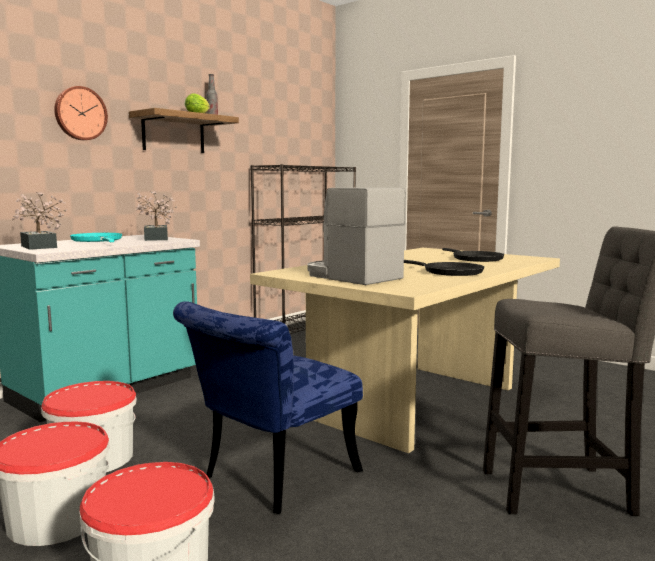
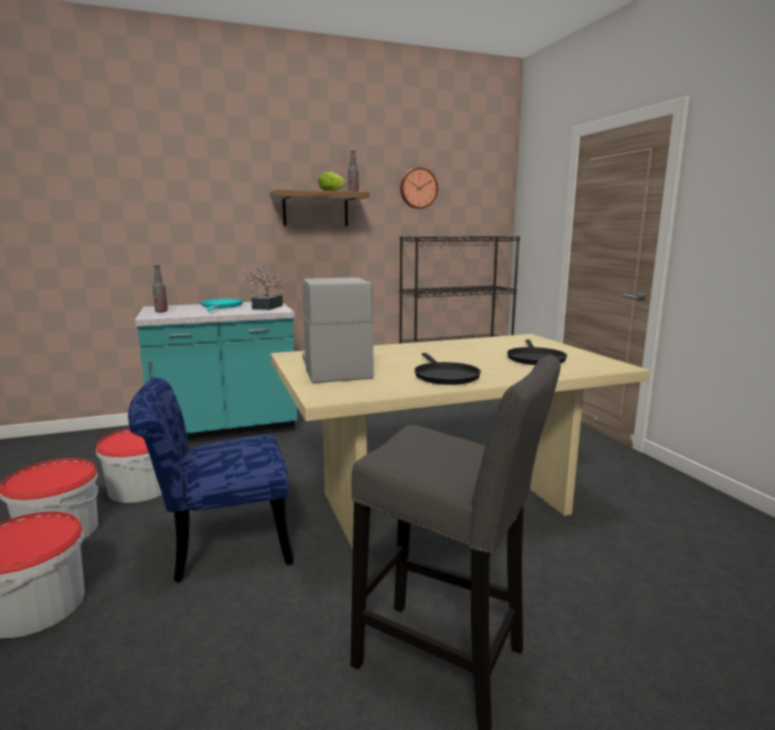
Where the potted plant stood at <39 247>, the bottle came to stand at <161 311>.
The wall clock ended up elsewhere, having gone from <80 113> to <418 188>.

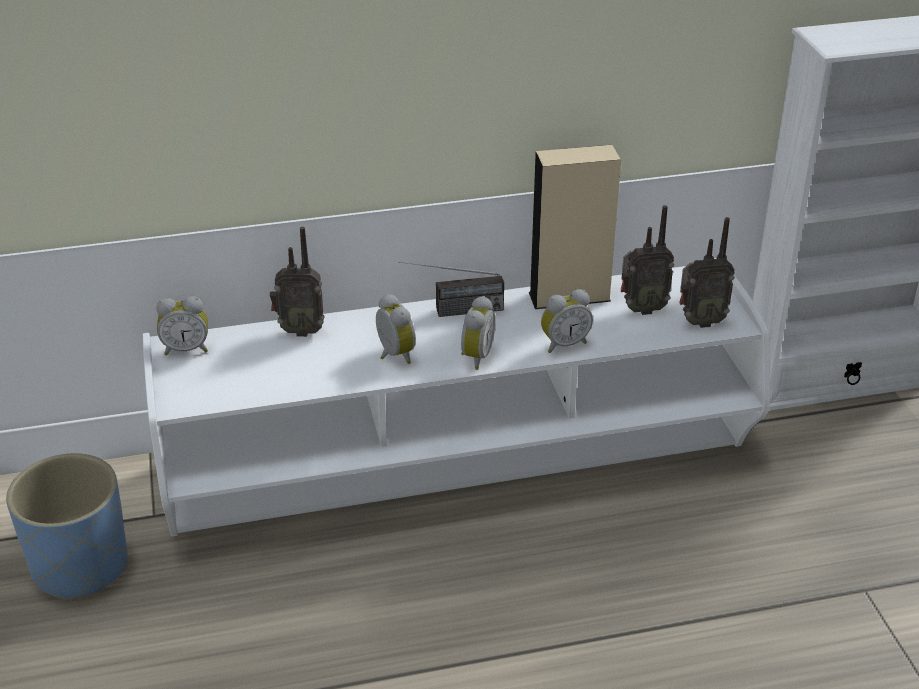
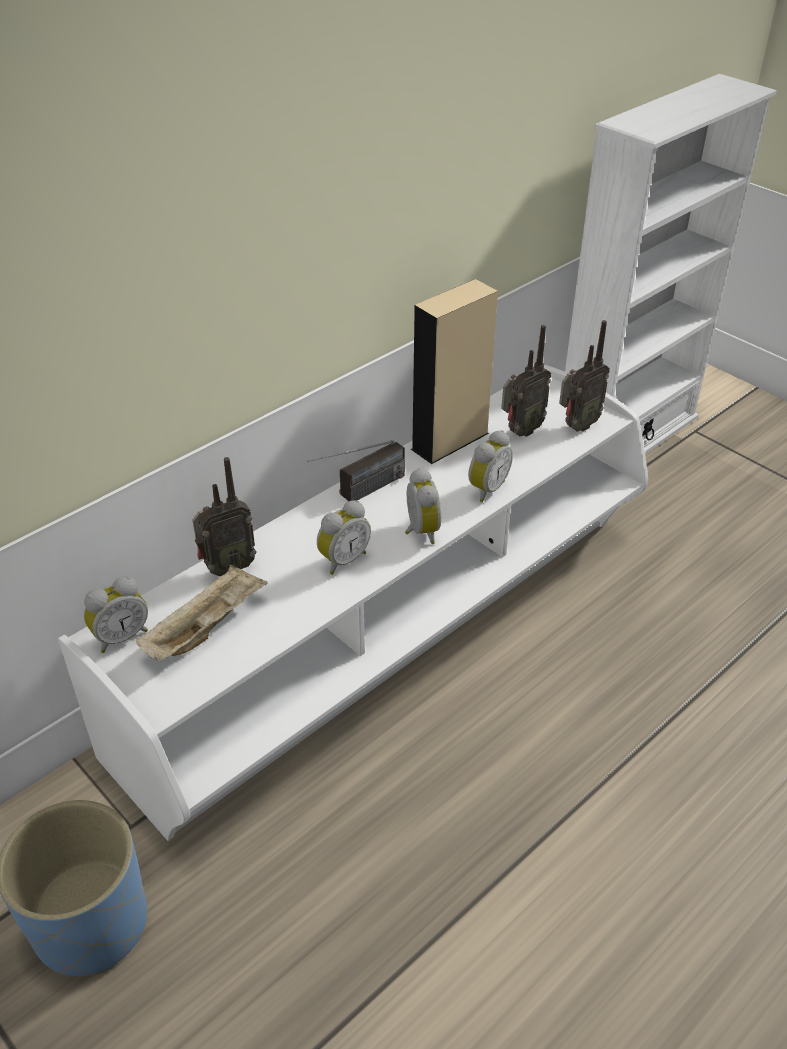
The alarm clock at <393 355> ended up facing another way, 105 degrees clockwise from before.
The second view gained the beige tray at <206 628>.

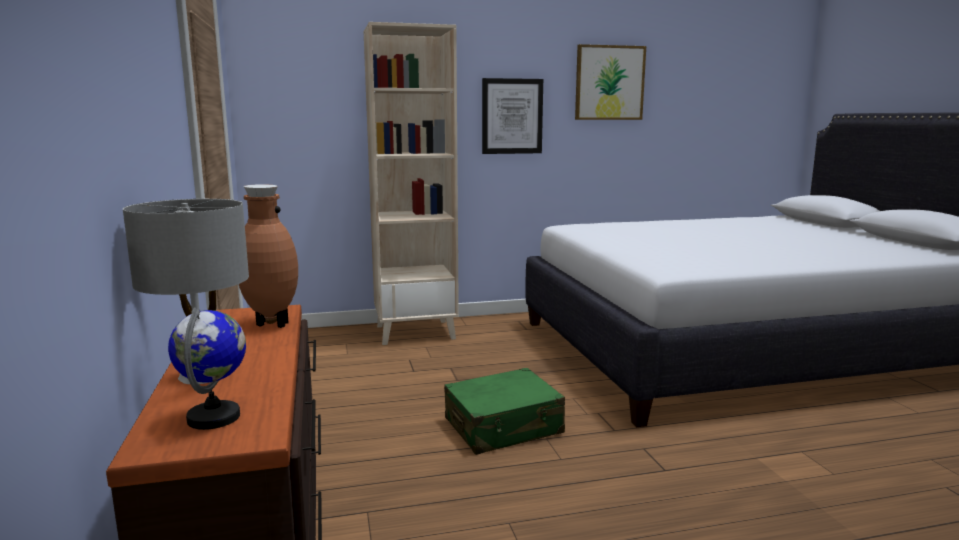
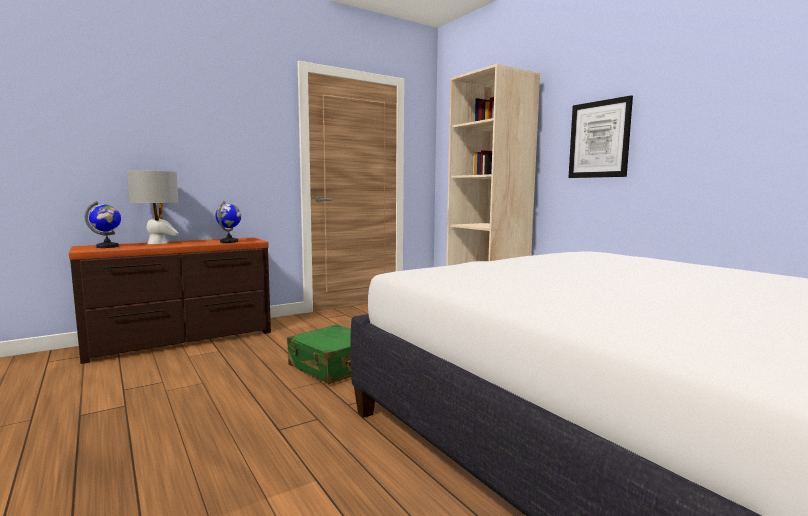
Where the brown vase stood at <270 324>, the globe came to stand at <229 242>.
The second view lost the picture at <609 83>.

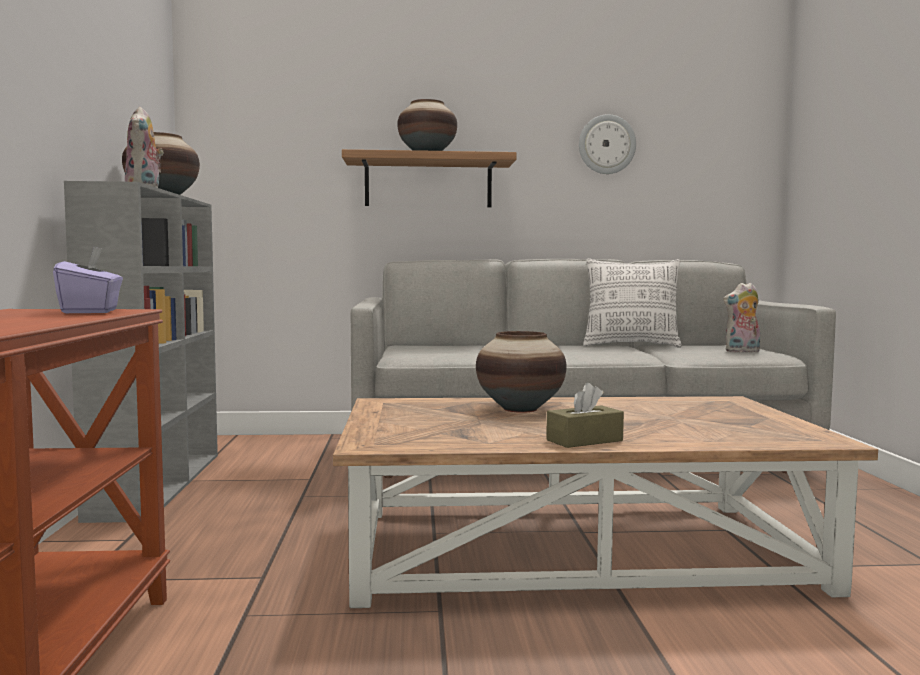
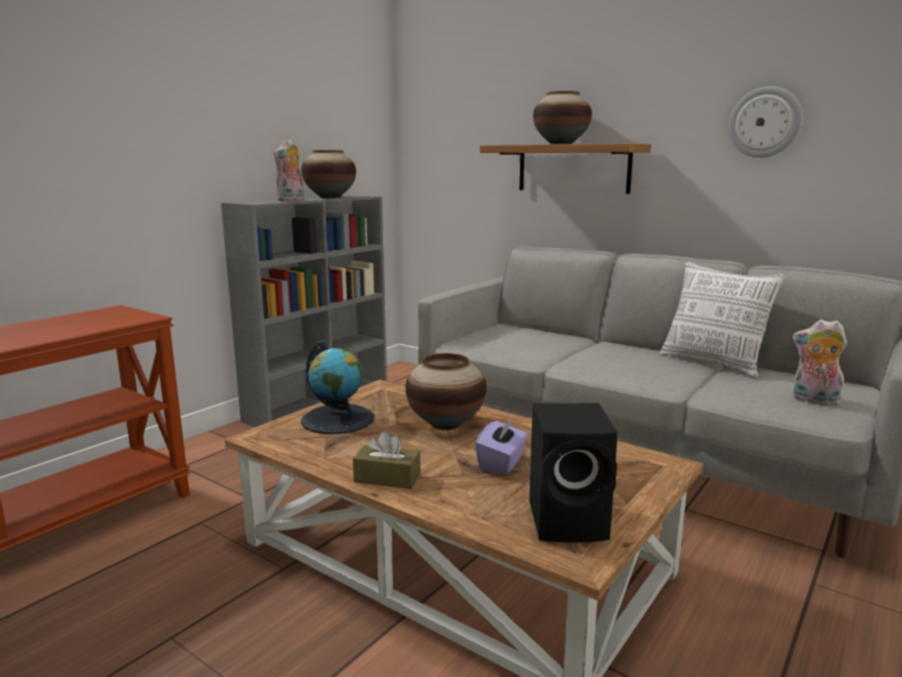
The purple tissue box ended up elsewhere, having gone from <91 311> to <502 463>.
The second view gained the globe at <338 419>.
The second view gained the black speaker at <571 521>.

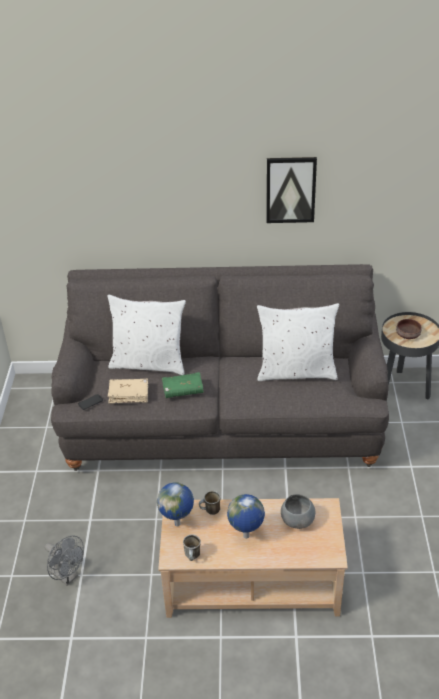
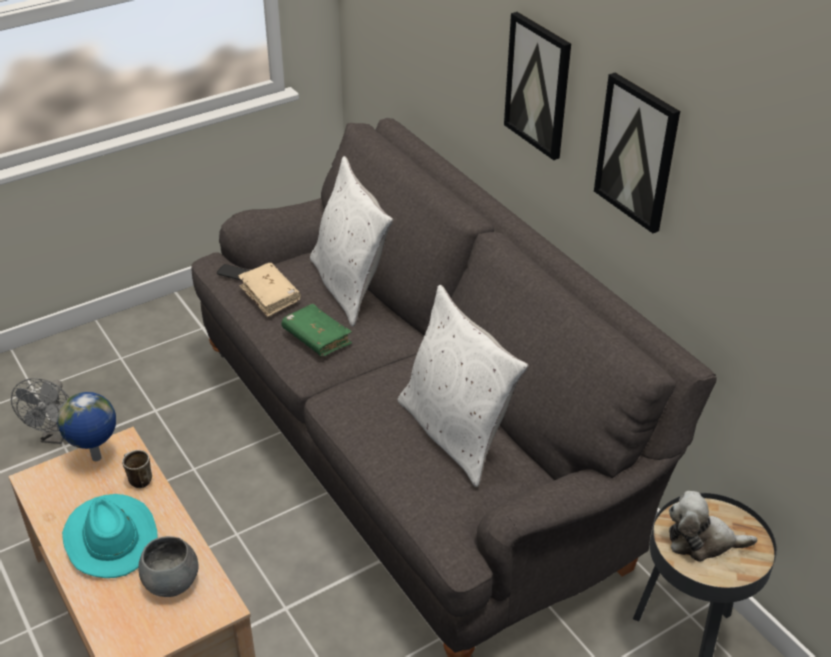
The second view lost the mug at <193 557>.
Where the globe stood at <246 536>, the turquoise hat came to stand at <110 538>.
Where the brown bowl stood at <408 334>, the plush toy came to stand at <702 541>.
The second view gained the picture at <538 85>.

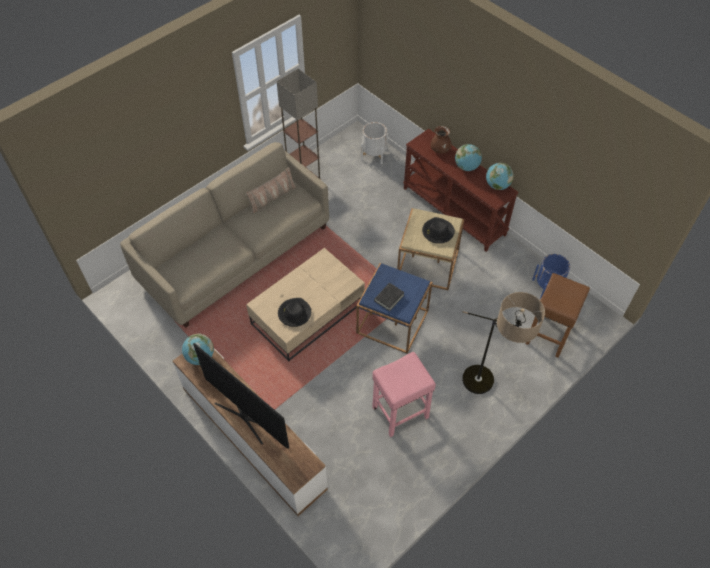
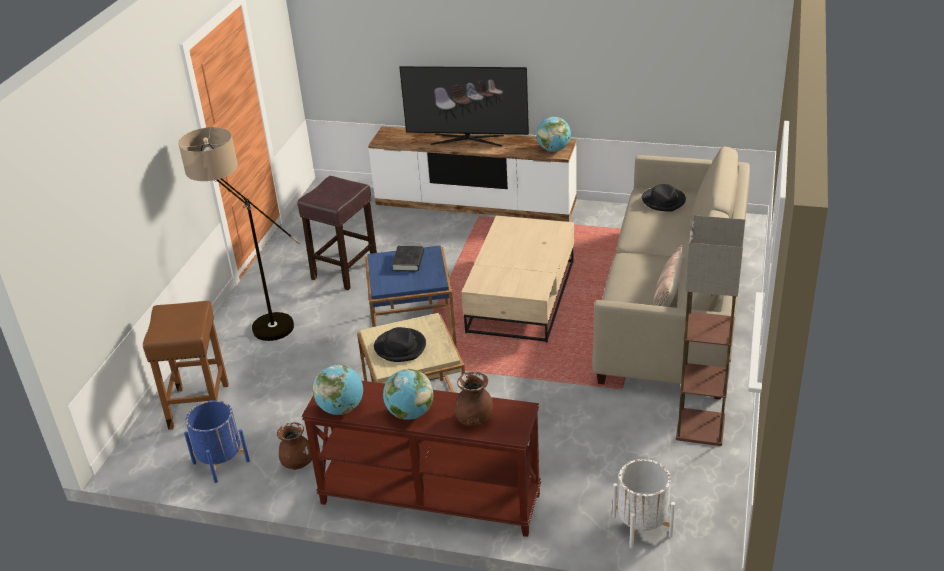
The black hat ended up elsewhere, having gone from <294 313> to <663 201>.
What was the pink stool at <399 413> turned into the brown stool at <345 270>.
The second view gained the brown vase at <298 463>.

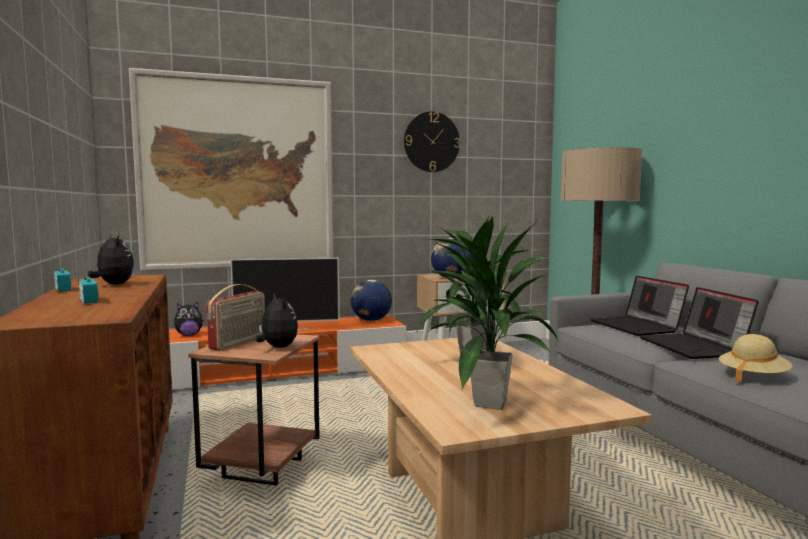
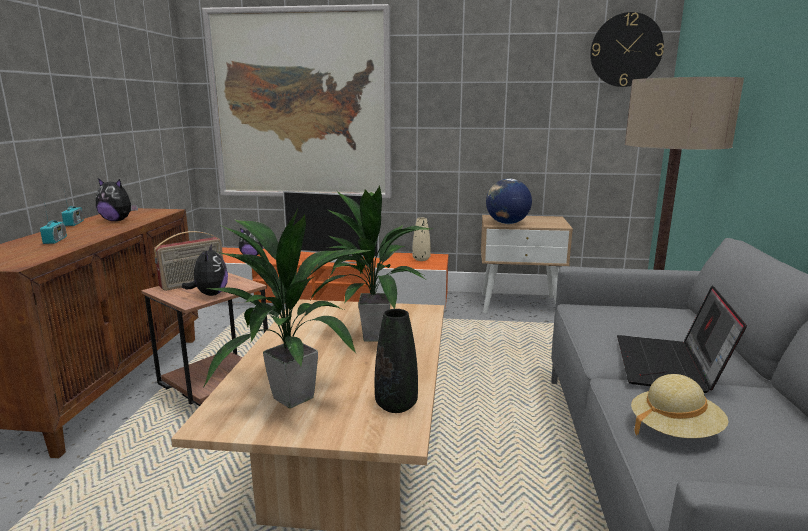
The plush toy at <113 284> ended up facing another way, 120 degrees clockwise from before.
Where the globe stood at <371 320>, the beige vase came to stand at <421 259>.
The wall clock ended up elsewhere, having gone from <431 142> to <626 50>.
The second view lost the laptop at <637 327>.
The second view gained the black vase at <396 405>.

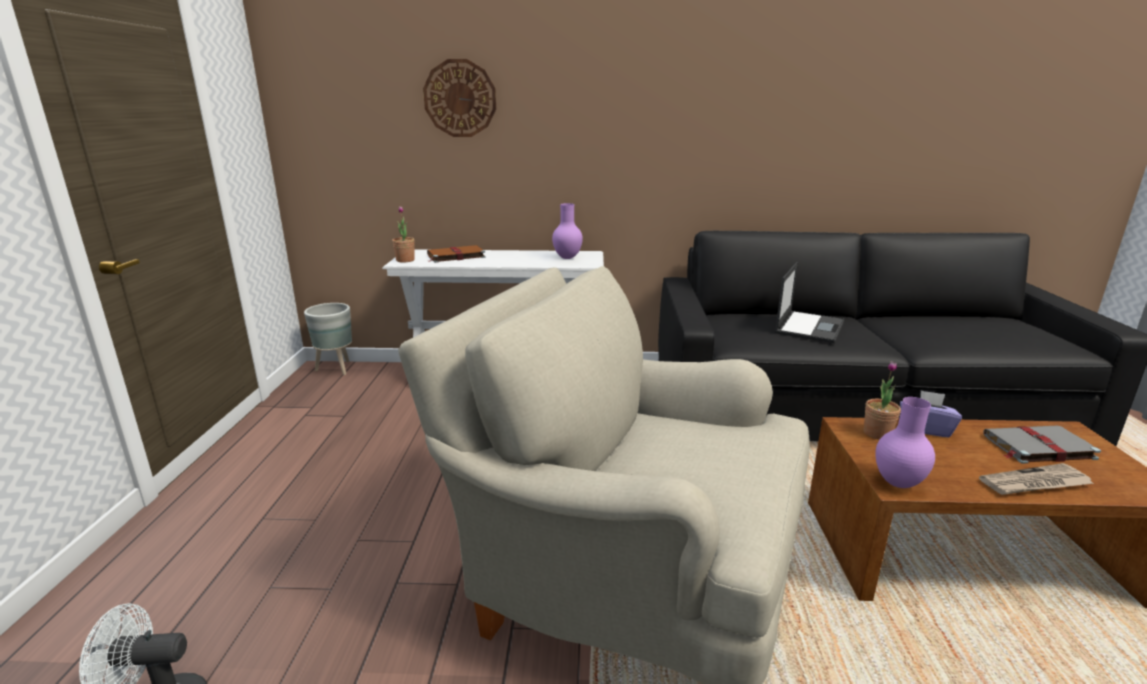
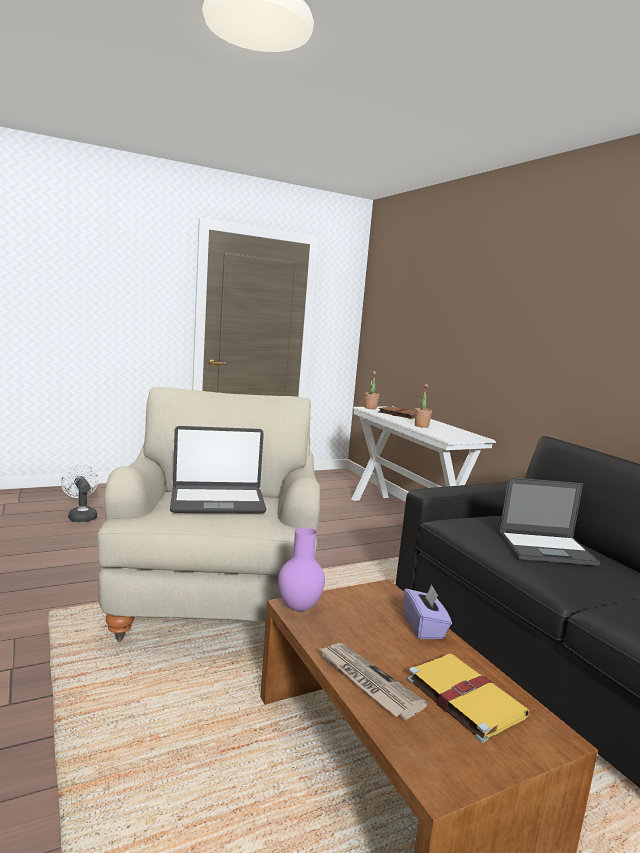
The second view lost the grey planter at <336 369>.
The second view lost the wall clock at <460 98>.
The second view lost the purple vase at <567 258>.
The potted plant ended up elsewhere, having gone from <877 433> to <421 426>.
What was the grey book at <1037 447> turned into the yellow book at <463 696>.
The second view gained the laptop at <217 501>.

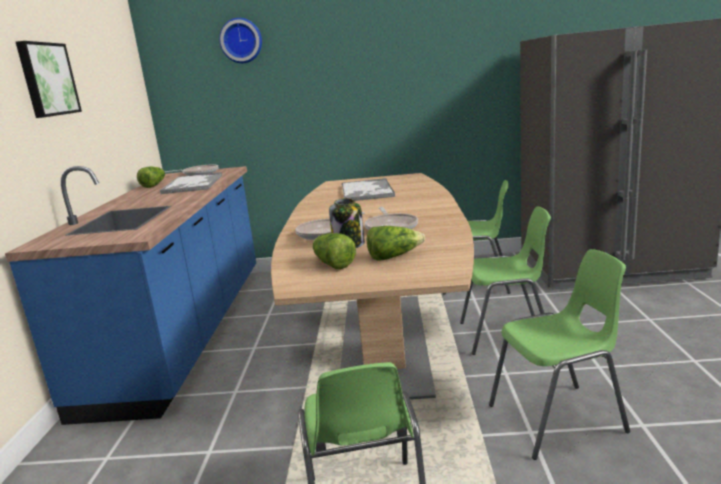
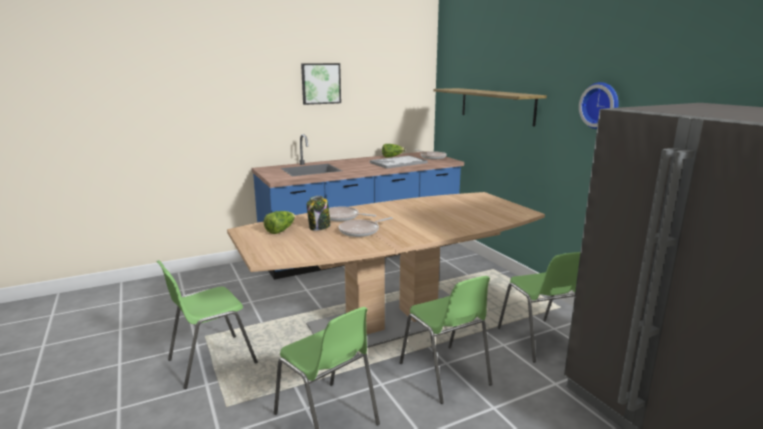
The wall clock ended up elsewhere, having gone from <241 41> to <601 105>.
The second view lost the tray at <367 191>.
The second view lost the lettuce at <394 256>.
The second view gained the shelf at <496 105>.

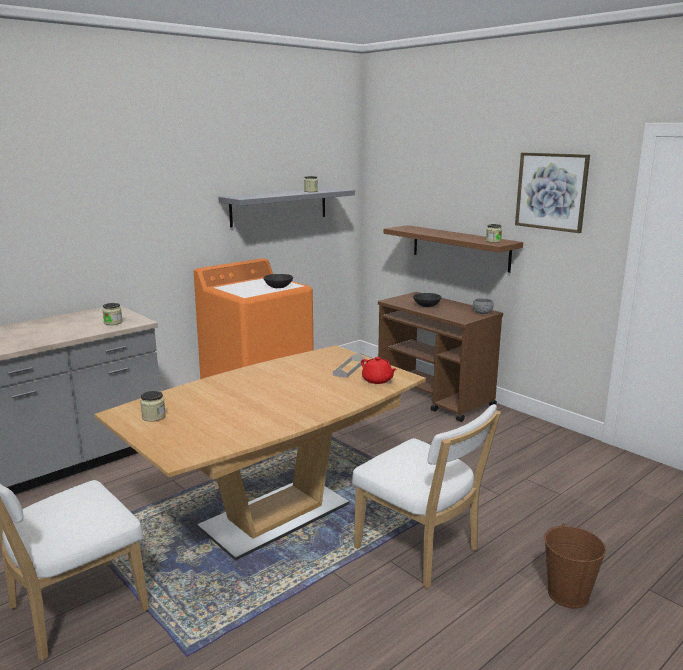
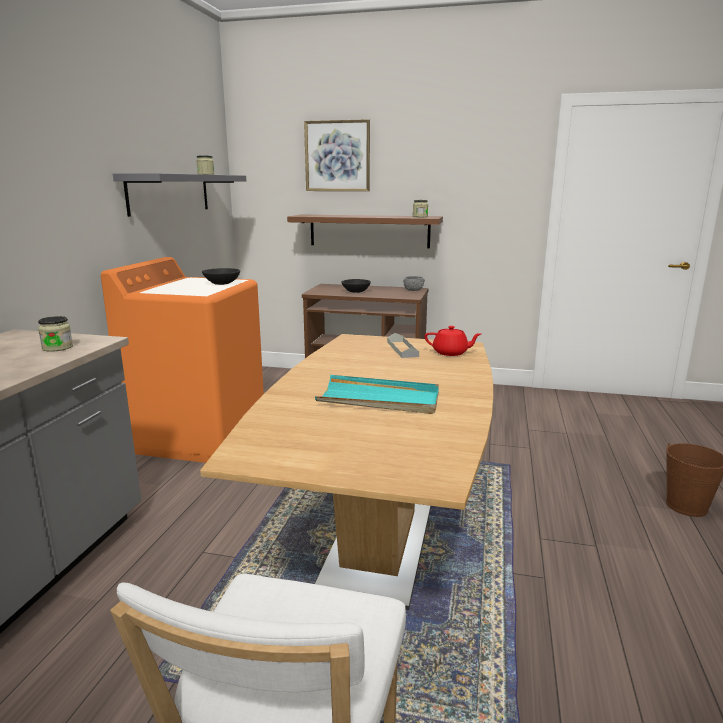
The second view lost the jar at <153 417>.
The second view lost the white chair at <421 551>.
The picture ended up elsewhere, having gone from <551 191> to <337 156>.
The second view gained the turquoise tray at <379 399>.

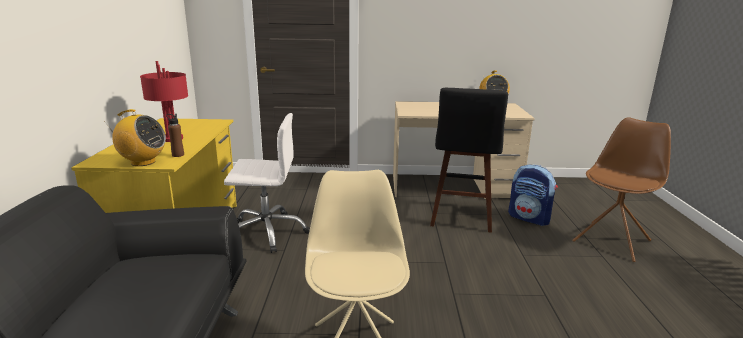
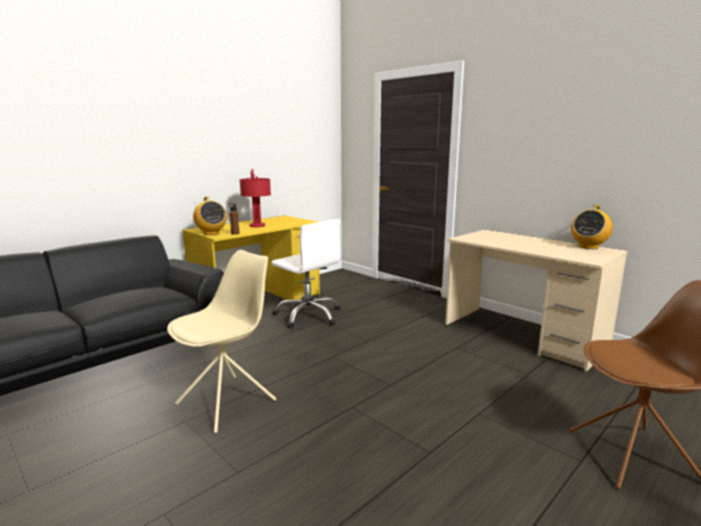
The second view lost the black stool at <461 218>.
The second view lost the backpack at <529 218>.

